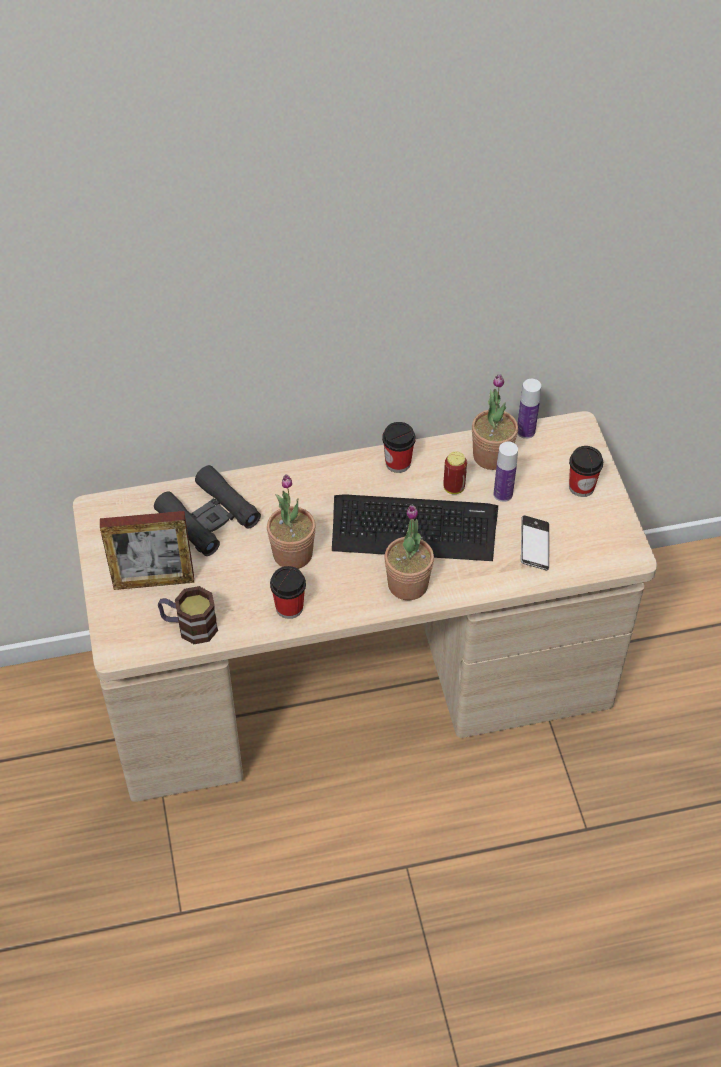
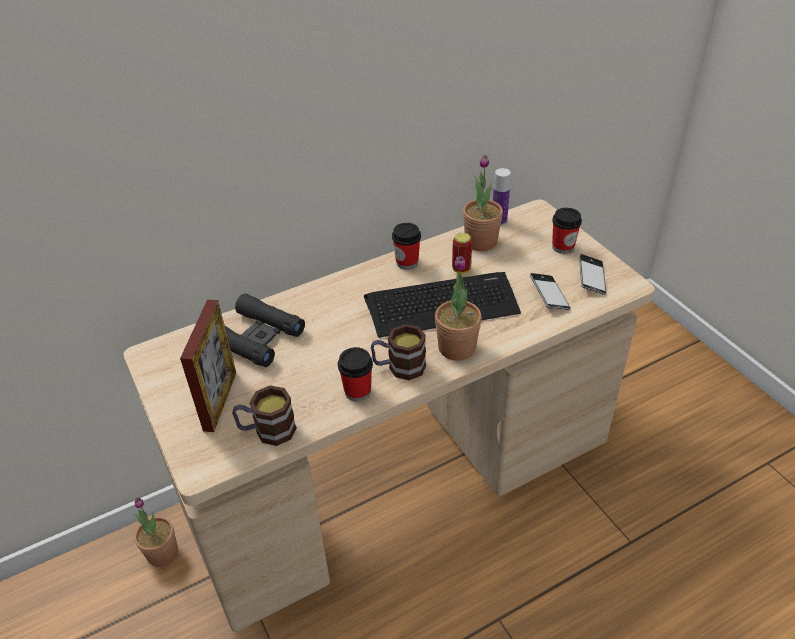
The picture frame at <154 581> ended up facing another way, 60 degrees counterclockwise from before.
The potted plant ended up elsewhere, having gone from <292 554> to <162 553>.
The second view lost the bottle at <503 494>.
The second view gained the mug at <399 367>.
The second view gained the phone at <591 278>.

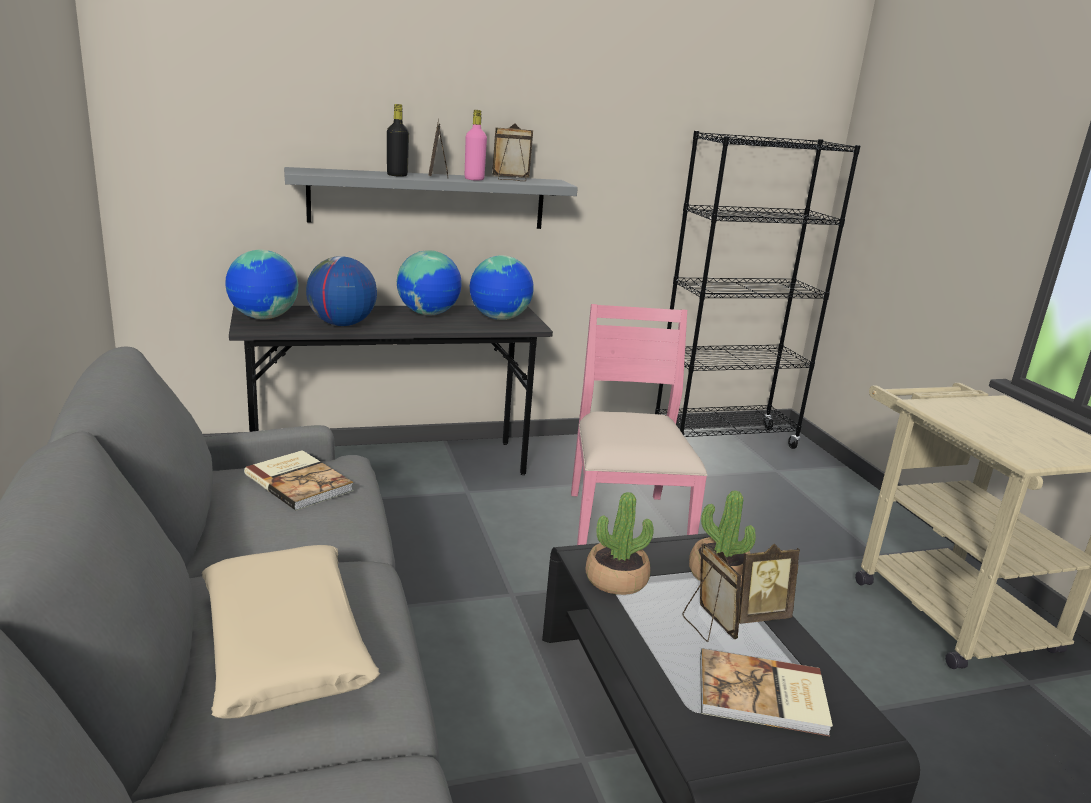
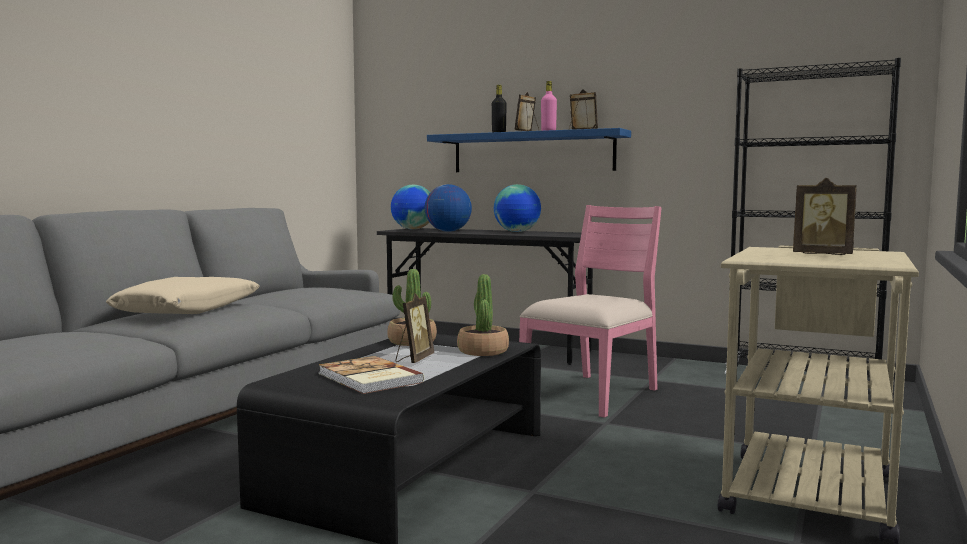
The second view lost the book at <300 482>.
What was the grey shelf at <429 199> turned into the blue shelf at <532 152>.
The second view lost the globe at <500 318>.
The picture frame ended up elsewhere, having gone from <758 615> to <822 255>.

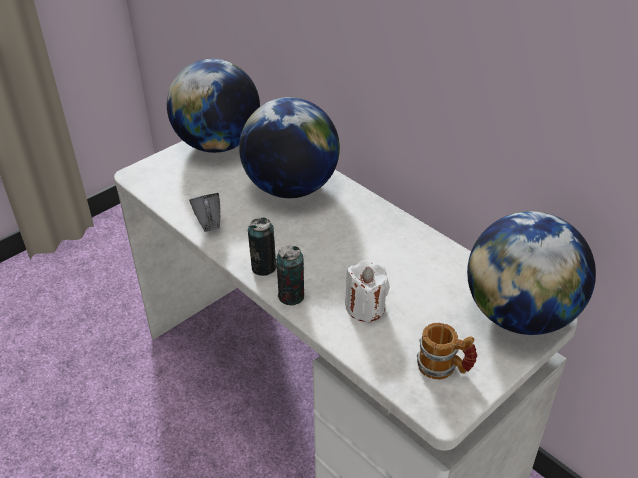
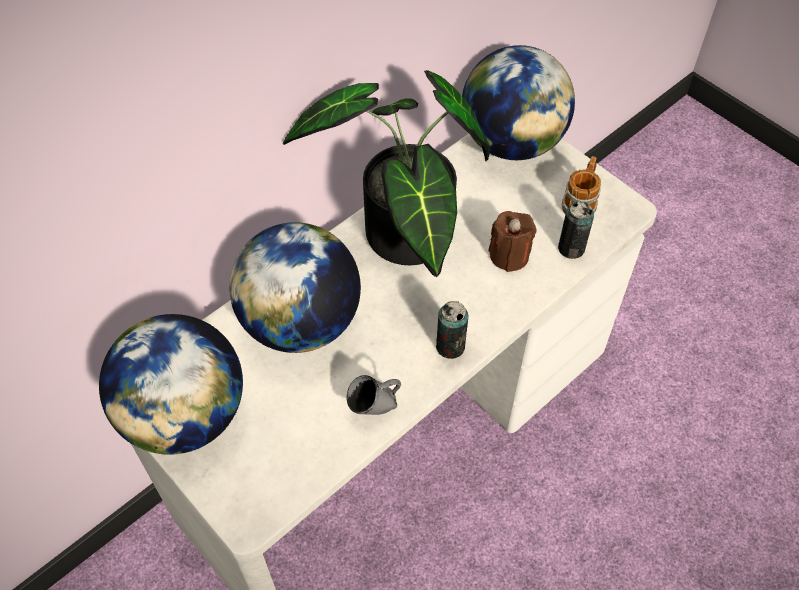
The can ended up elsewhere, having gone from <291 296> to <571 248>.
What was the white candle at <365 308> turned into the brown candle at <509 255>.
The second view gained the potted plant at <404 241>.

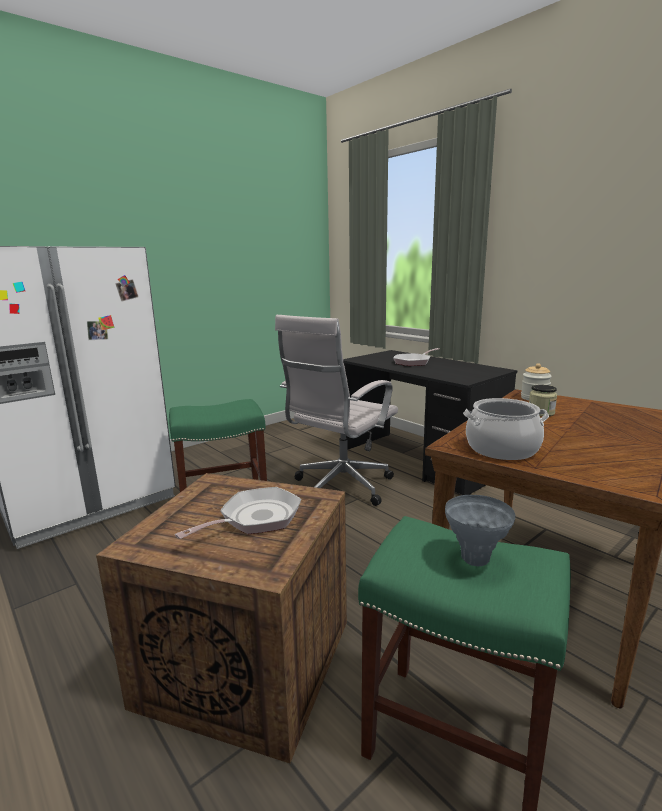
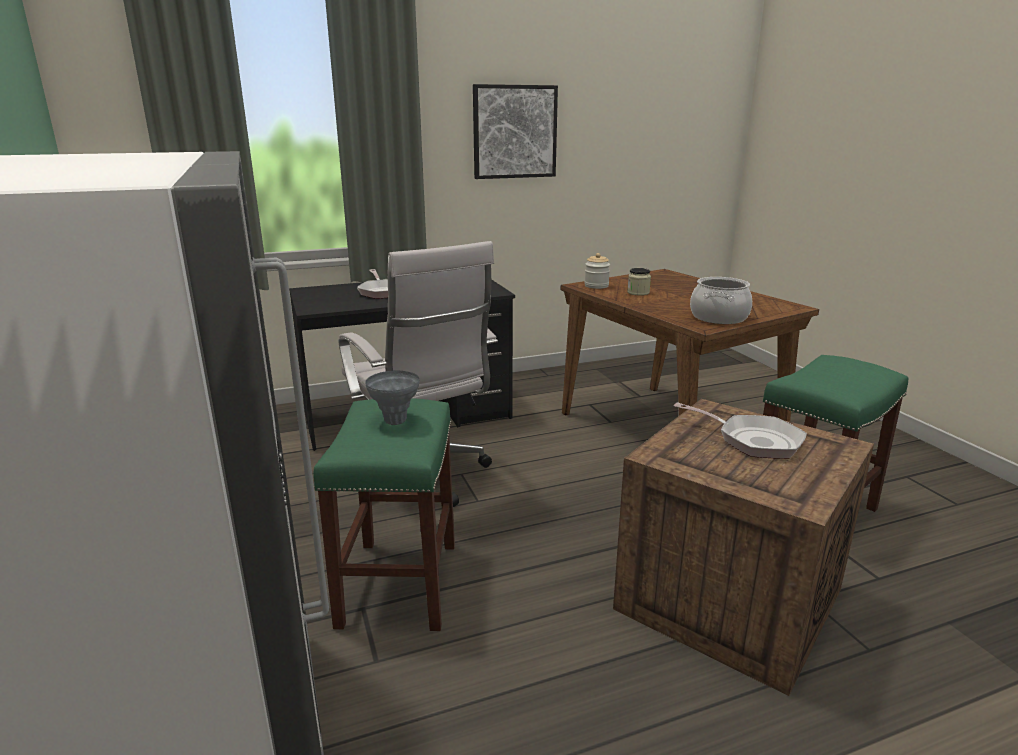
The frying pan at <255 519> ended up facing another way, 150 degrees clockwise from before.
The grey vase ended up elsewhere, having gone from <475 559> to <395 421>.
The second view gained the picture at <514 132>.

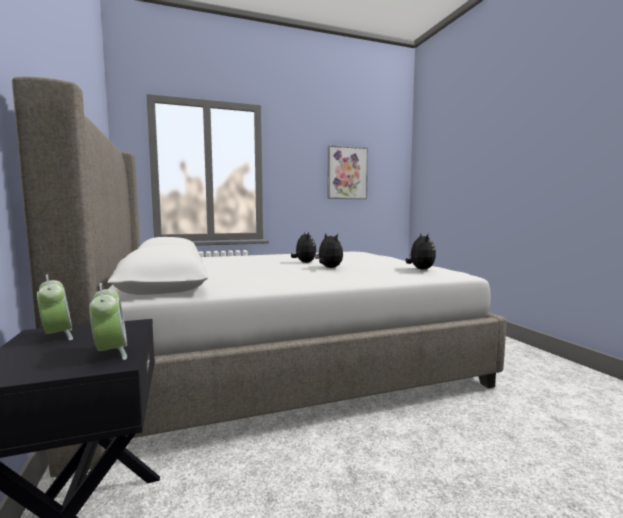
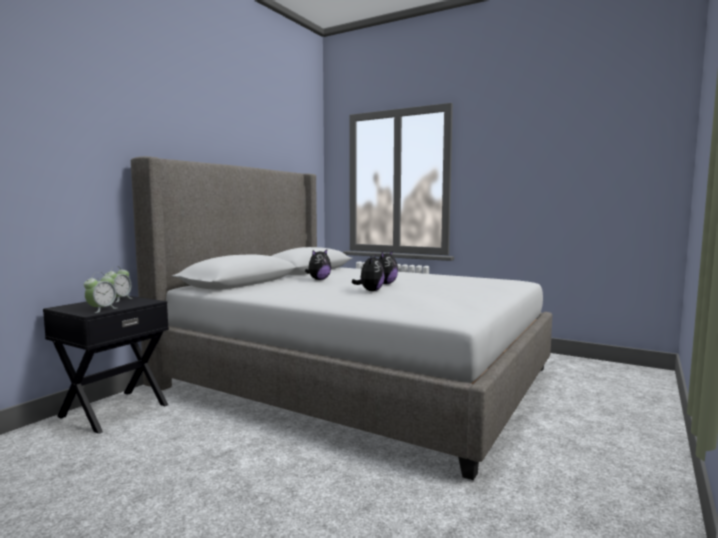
The second view lost the picture at <347 173>.
The plush toy ended up elsewhere, having gone from <420 269> to <319 279>.

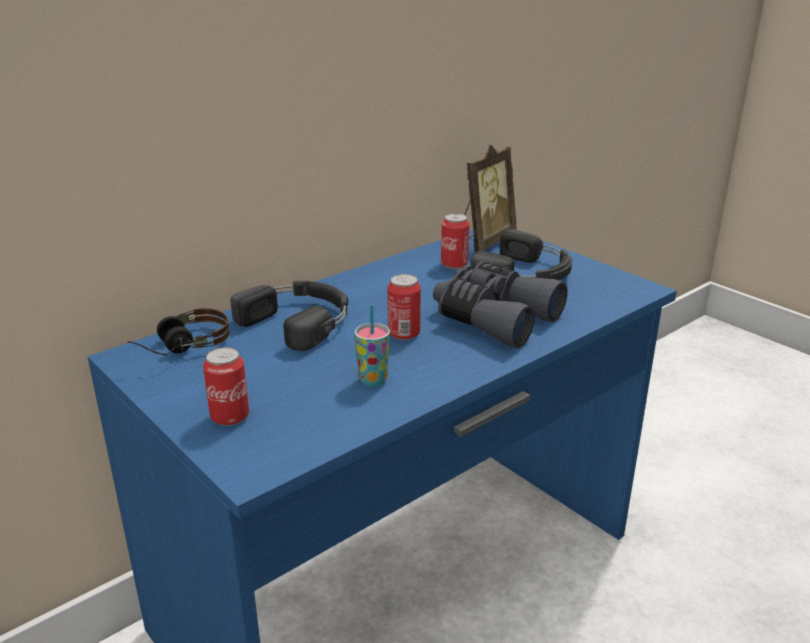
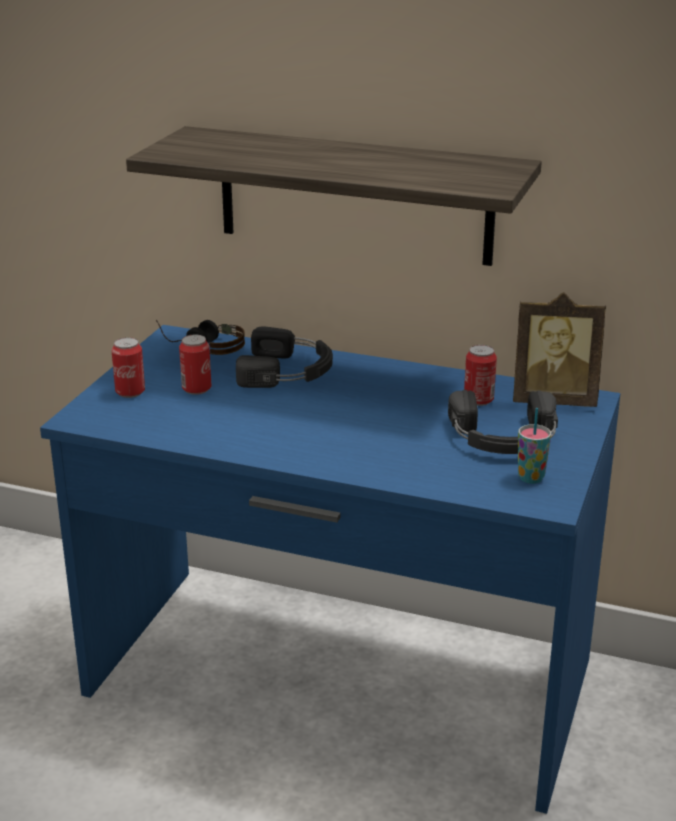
The cup ended up elsewhere, having gone from <373 380> to <531 478>.
The can ended up elsewhere, having gone from <404 334> to <196 389>.
The second view lost the grey binoculars at <493 318>.
The second view gained the shelf at <354 196>.

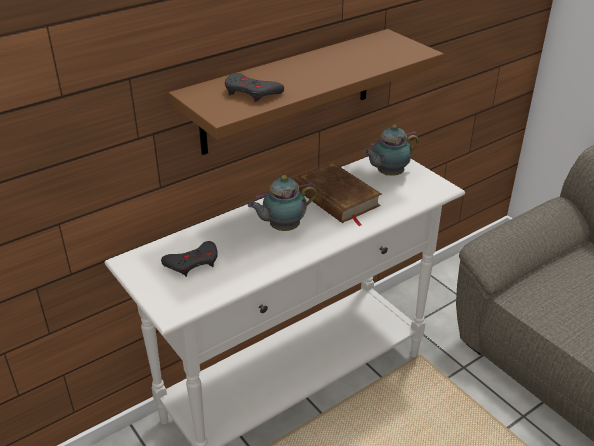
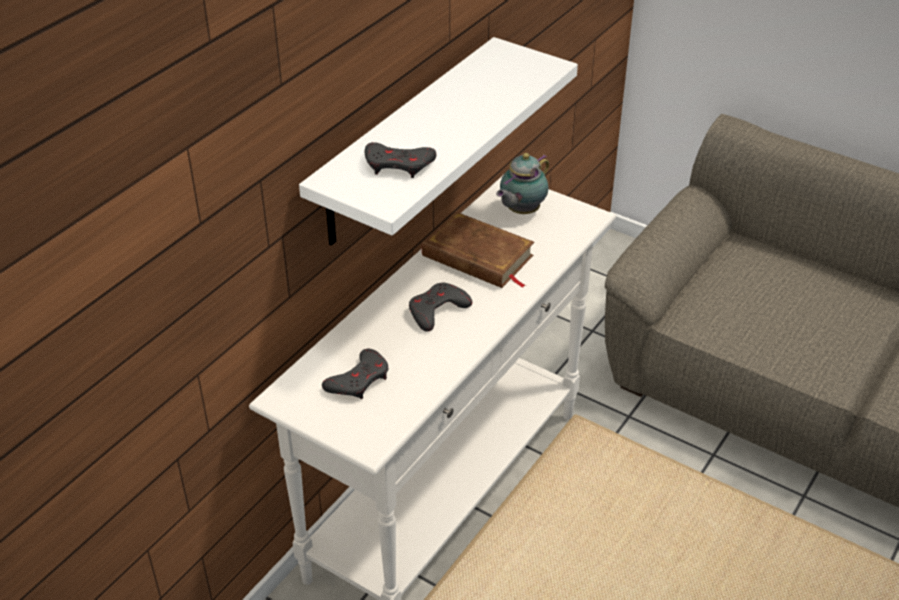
What was the brown shelf at <288 91> turned into the white shelf at <405 142>.
Where the teapot stood at <282 228>, the grey game controller came to stand at <437 310>.

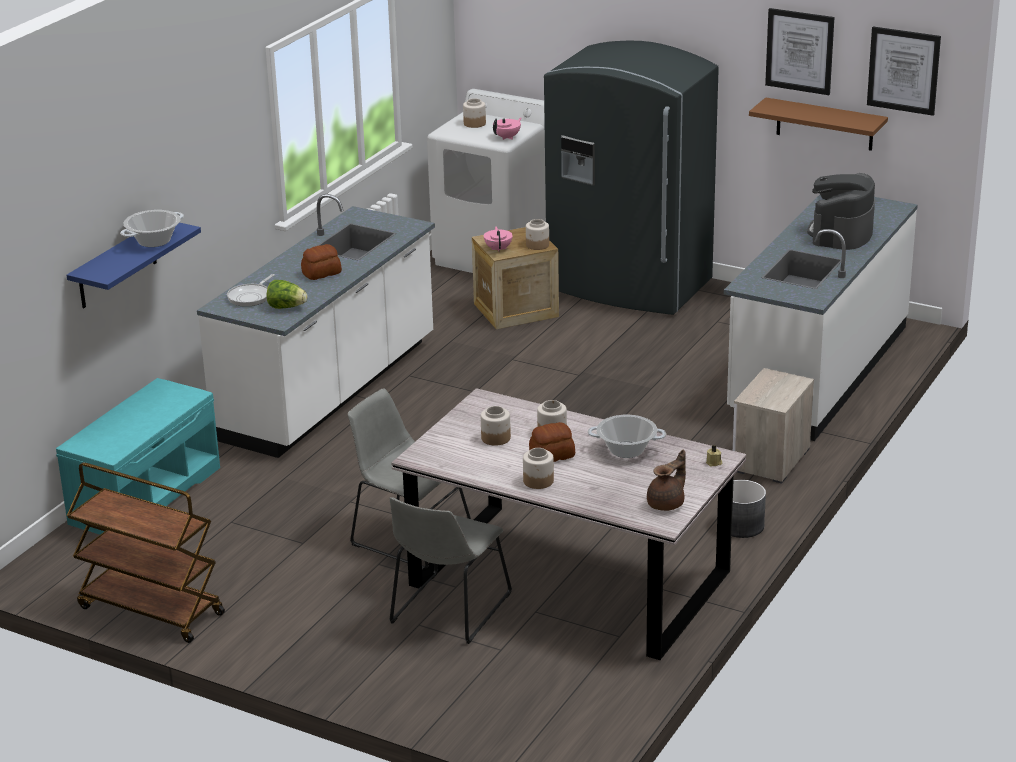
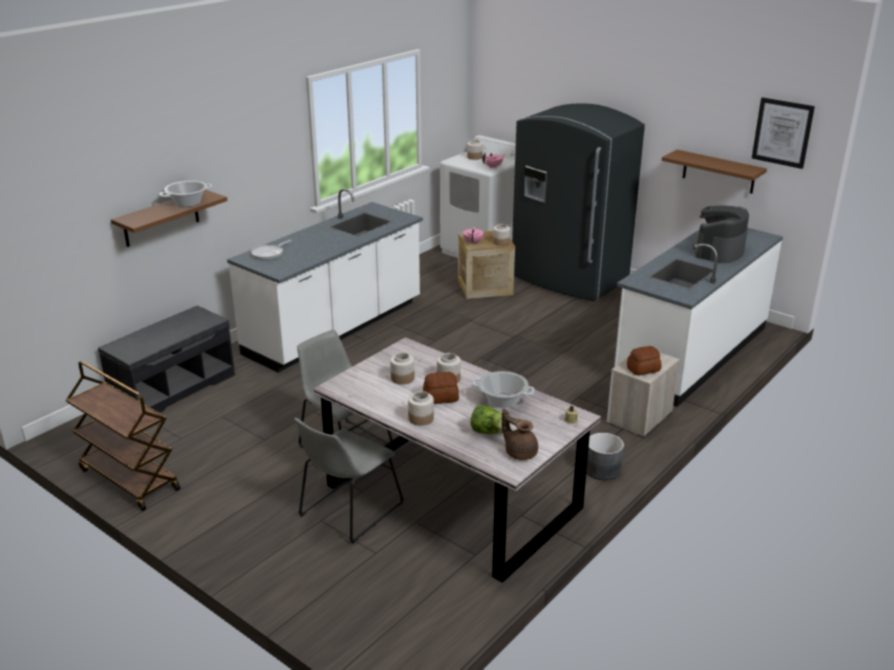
What was the turquoise bench at <145 494> turned into the grey bench at <174 388>.
What was the blue shelf at <117 265> turned into the brown shelf at <161 218>.
The lettuce ended up elsewhere, having gone from <286 307> to <489 432>.
The bread ended up elsewhere, having gone from <321 273> to <642 369>.
The brown teapot at <667 504> ended up facing another way, 105 degrees counterclockwise from before.
The second view lost the picture at <799 51>.

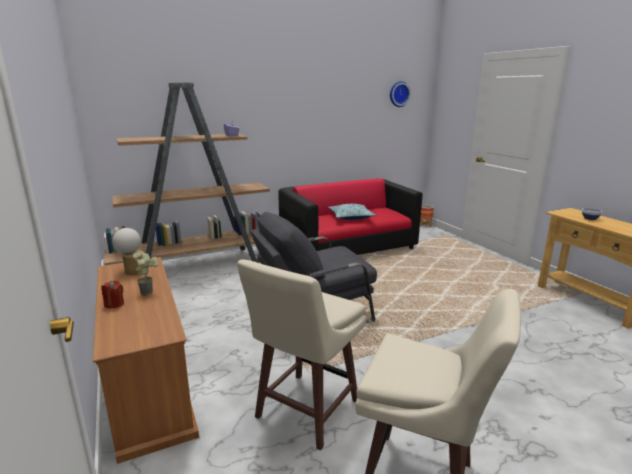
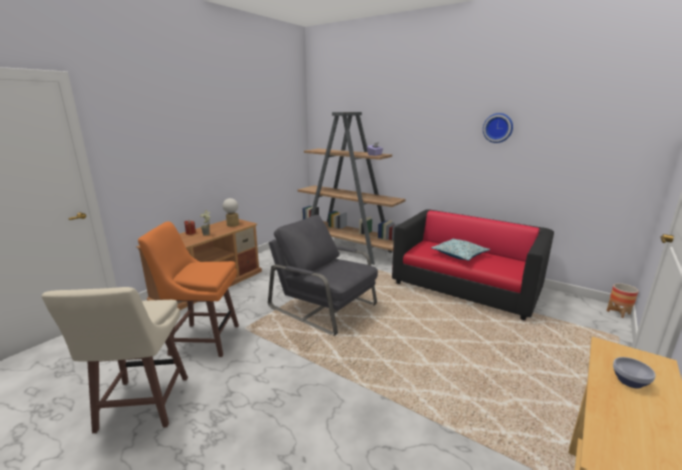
What was the beige stool at <305 410> turned into the orange stool at <203 339>.
The wall clock ended up elsewhere, having gone from <398 94> to <498 128>.

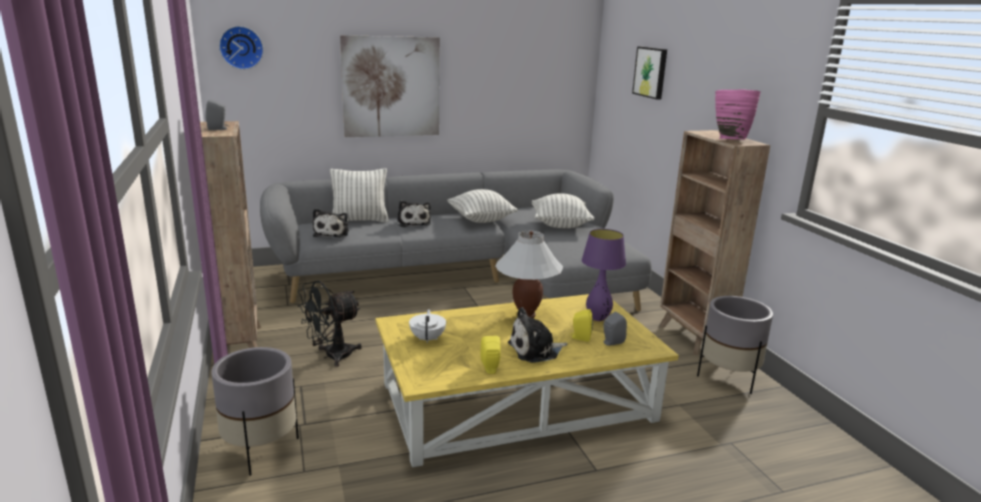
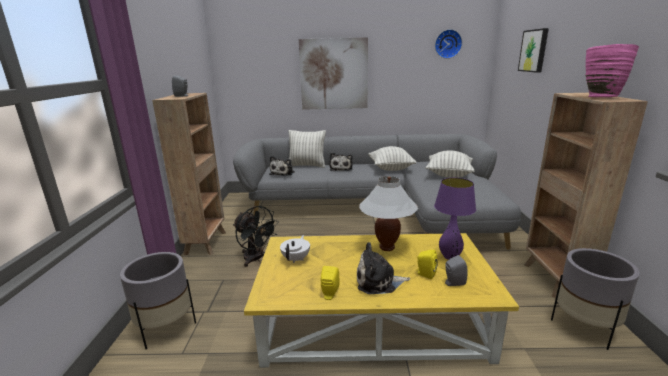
The wall clock ended up elsewhere, having gone from <241 47> to <447 44>.
The black fan at <331 356> ended up facing another way, 120 degrees counterclockwise from before.

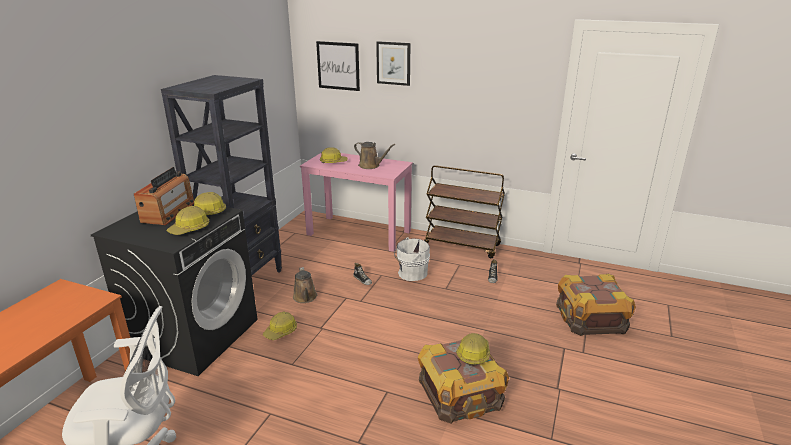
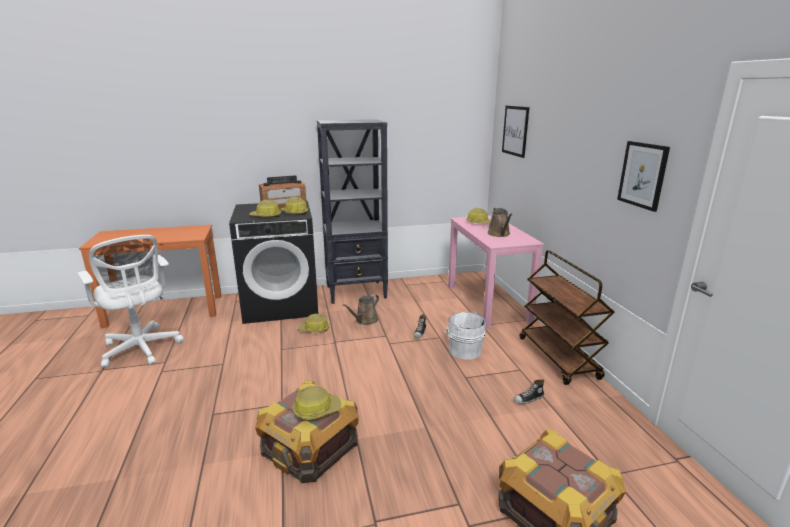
The picture ended up elsewhere, having gone from <393 63> to <643 175>.

